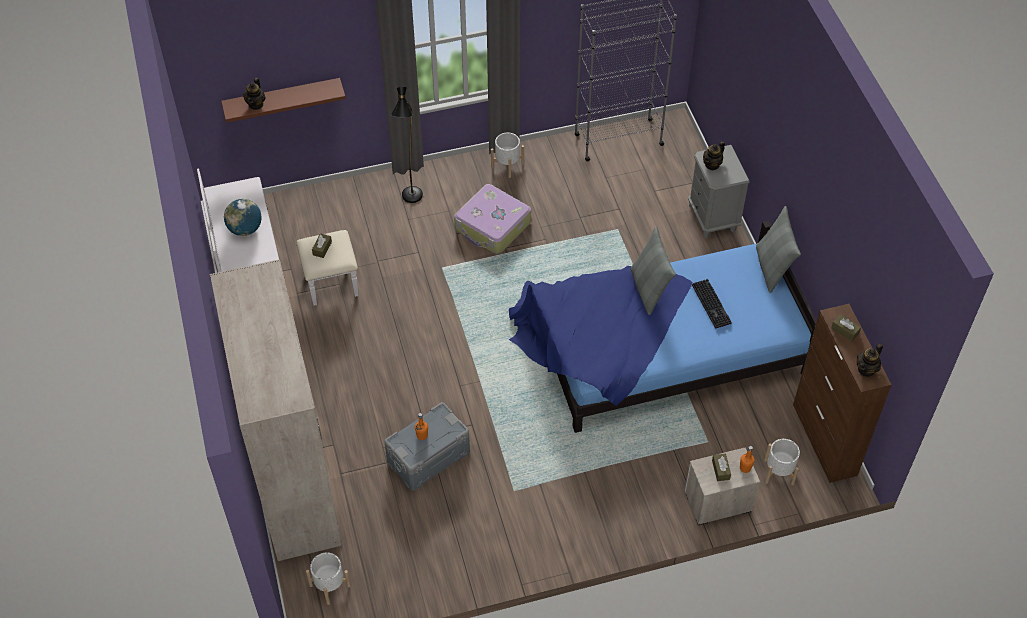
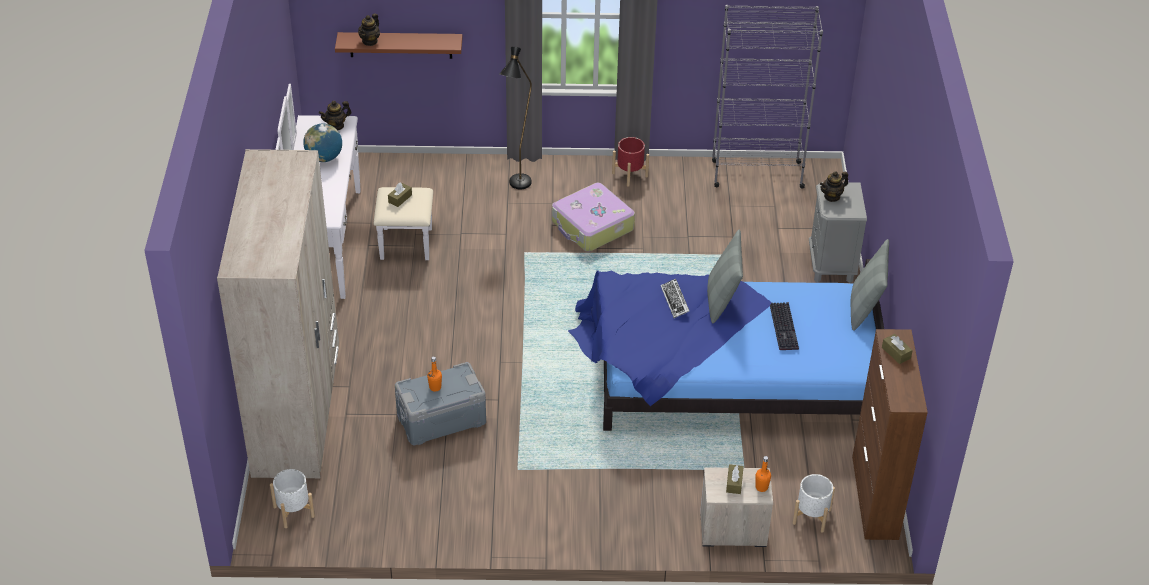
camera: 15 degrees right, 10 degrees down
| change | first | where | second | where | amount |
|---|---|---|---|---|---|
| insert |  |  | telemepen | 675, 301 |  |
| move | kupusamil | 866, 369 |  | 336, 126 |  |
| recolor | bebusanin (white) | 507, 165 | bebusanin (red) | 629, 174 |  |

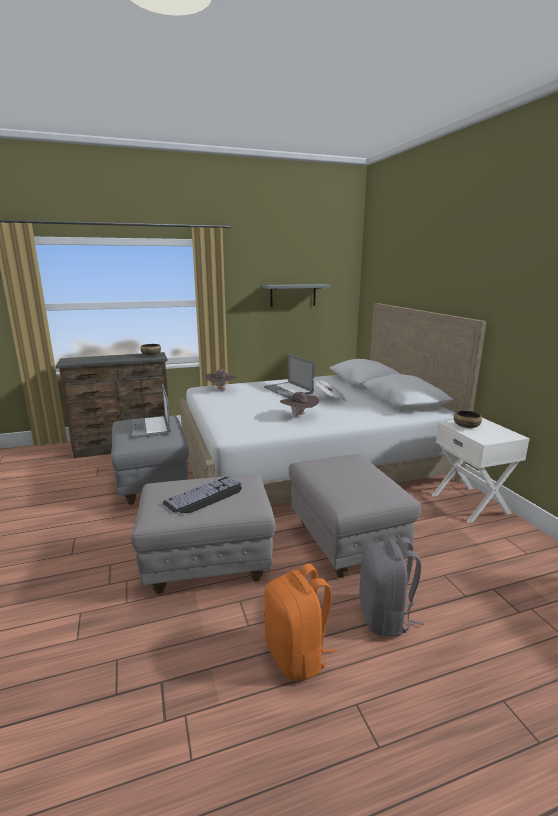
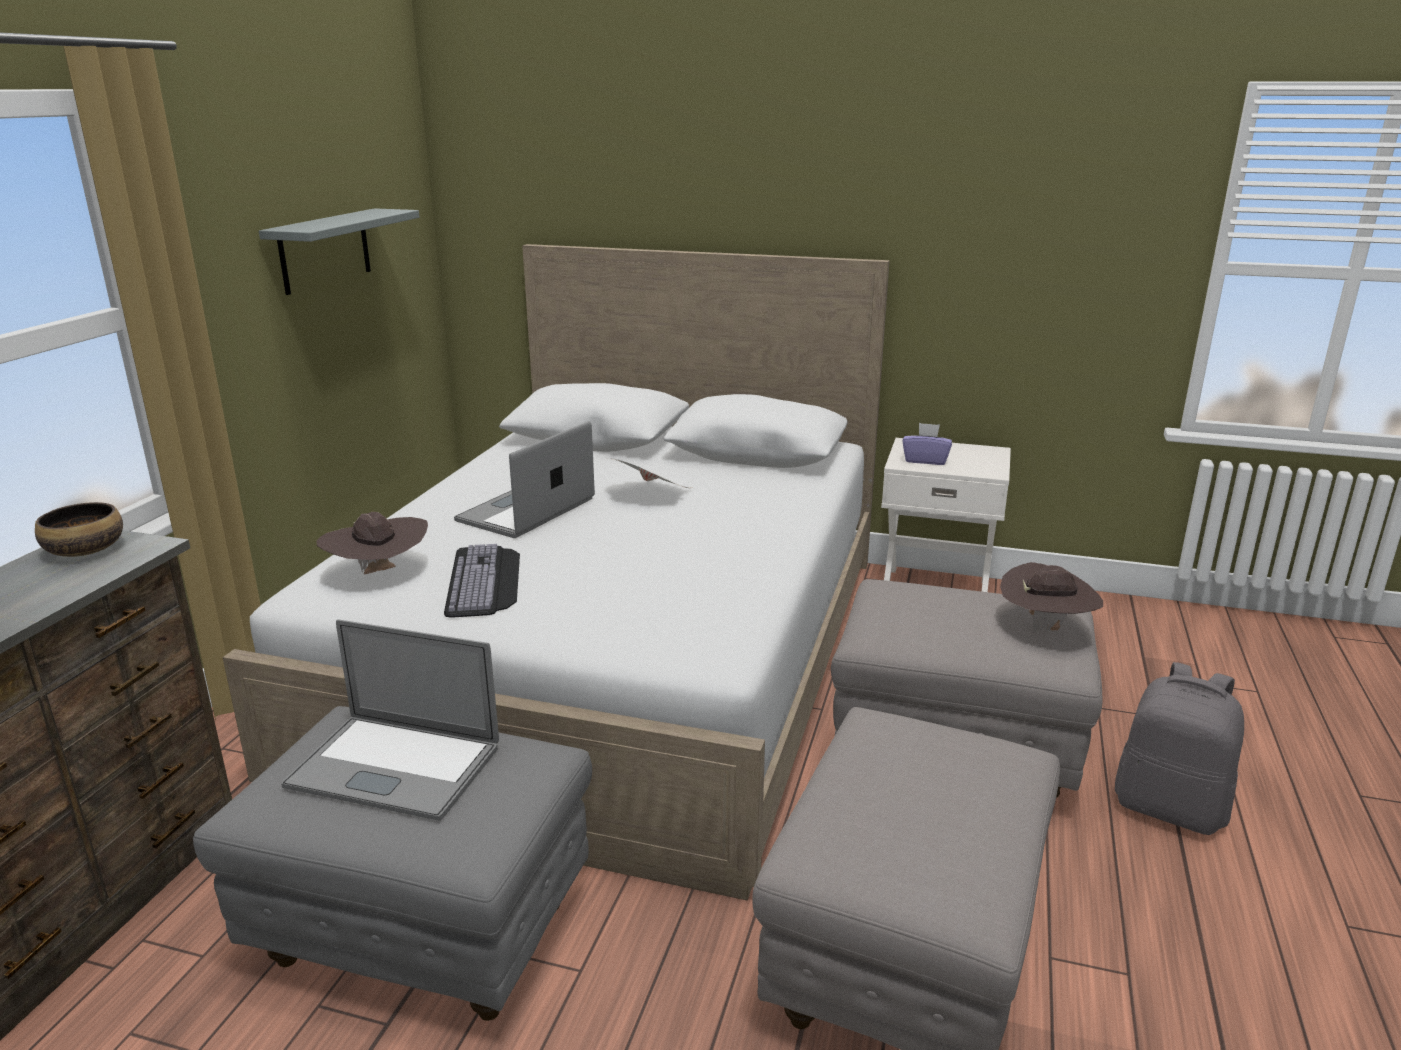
camera: 55 degrees left, 5 degrees up
| change | first | where | second | where | amount |
|---|---|---|---|---|---|
| delete | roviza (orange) | 297, 655 |  |  |  |
| move | telemepen | 206, 496 |  | 486, 581 |  |
| move | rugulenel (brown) | 299, 416 |  | 1045, 627 |  |
| replace | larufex | 466, 426 | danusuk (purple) | 925, 460 |  |
| rotate | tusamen | 288, 390 |  | 526, 510 | 120 degrees clockwise |

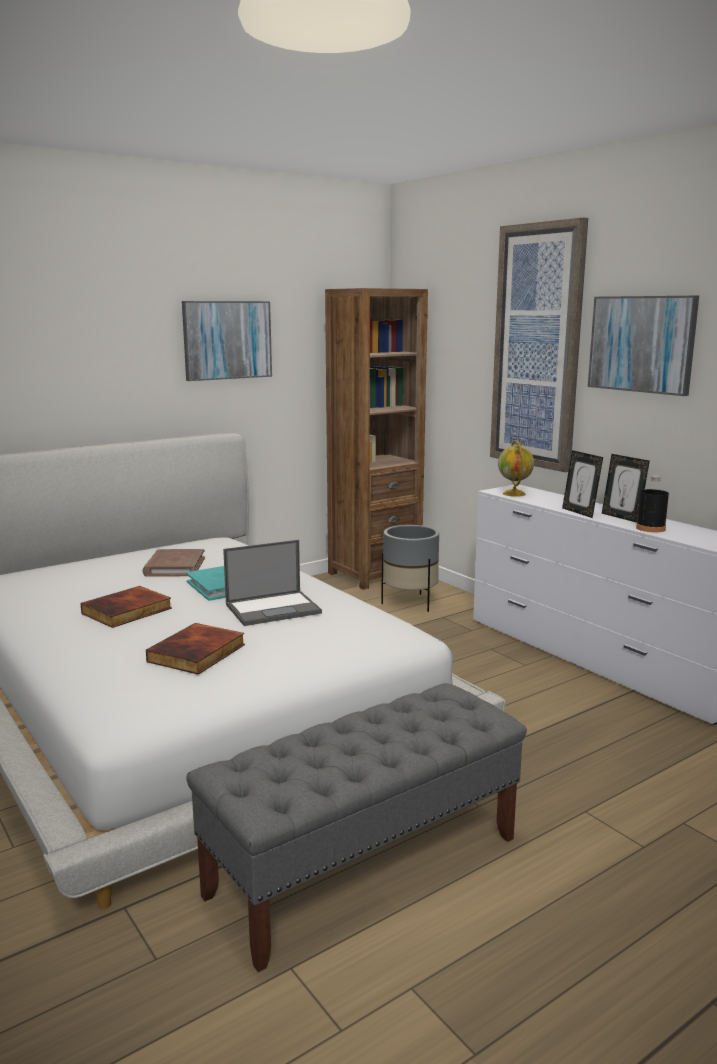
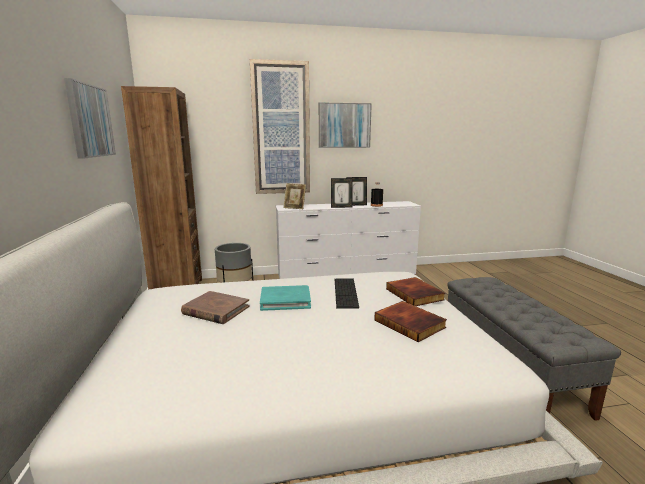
camera: 65 degrees left, 0 degrees up
| change | first | where | second | where | amount |
|---|---|---|---|---|---|
| move | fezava | 127, 611 |  | 415, 294 |  |
| replace | tusamen | 274, 608 | telemepen | 345, 292 |  |
| replace | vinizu | 514, 494 | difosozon | 295, 208 |  |

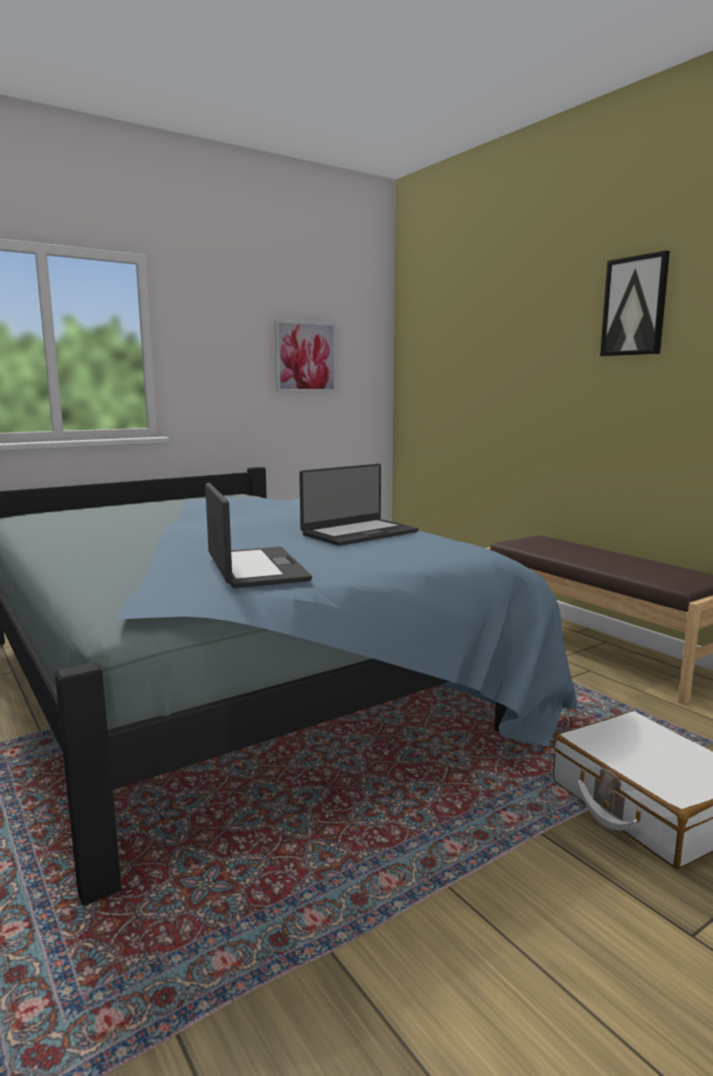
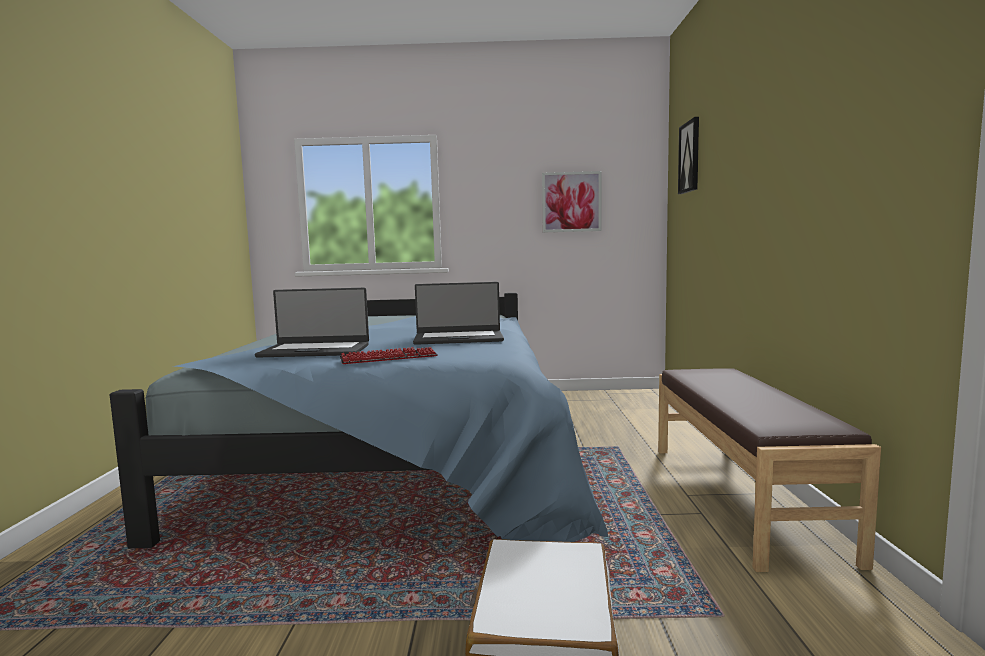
camera: 35 degrees right, 5 degrees down
| change | first | where | second | where | amount |
|---|---|---|---|---|---|
| insert |  |  | telemepen | 389, 358 |  |
| move | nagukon | 634, 306 |  | 690, 157 |  |
| rotate | tusamen | 254, 568 |  | 315, 350 | 75 degrees clockwise |

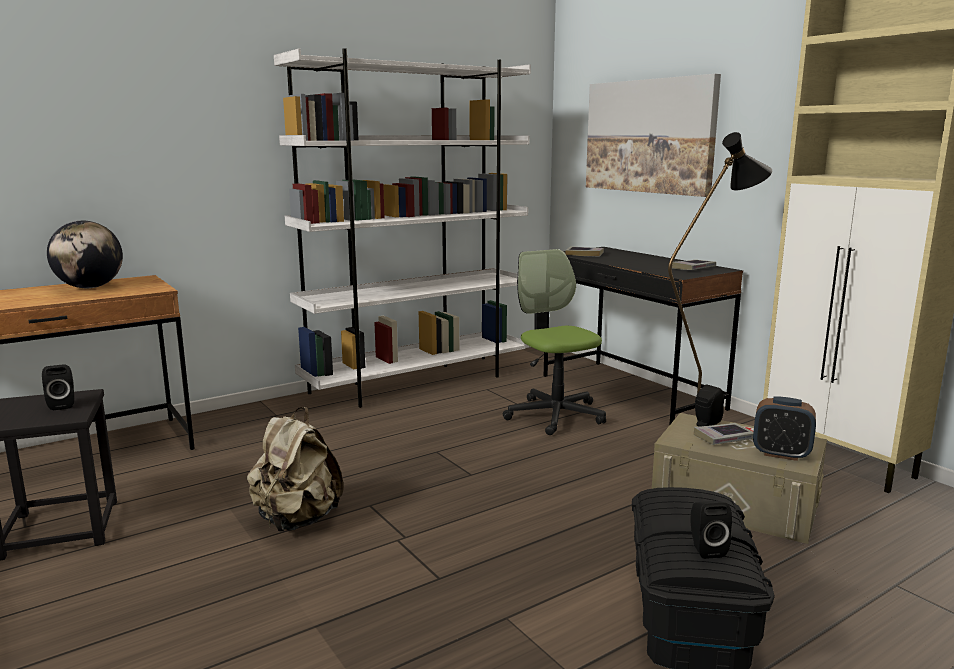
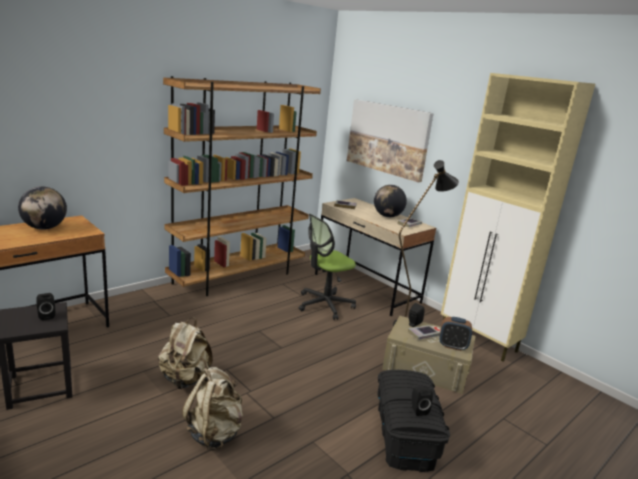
camera: 10 degrees left, 5 degrees up
| change | first | where | second | where | amount |
|---|---|---|---|---|---|
| insert |  |  | roviza (beige) | 215, 433 |  |
| insert |  |  | vinizu | 387, 216 |  |
| recolor | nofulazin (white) | 417, 382 | nofulazin (brown) | 239, 277 |  |
| recolor | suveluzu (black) | 630, 392 | suveluzu (beige) | 366, 288 |  |
| rotate | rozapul | 555, 415 |  | 324, 305 | 90 degrees counterclockwise |

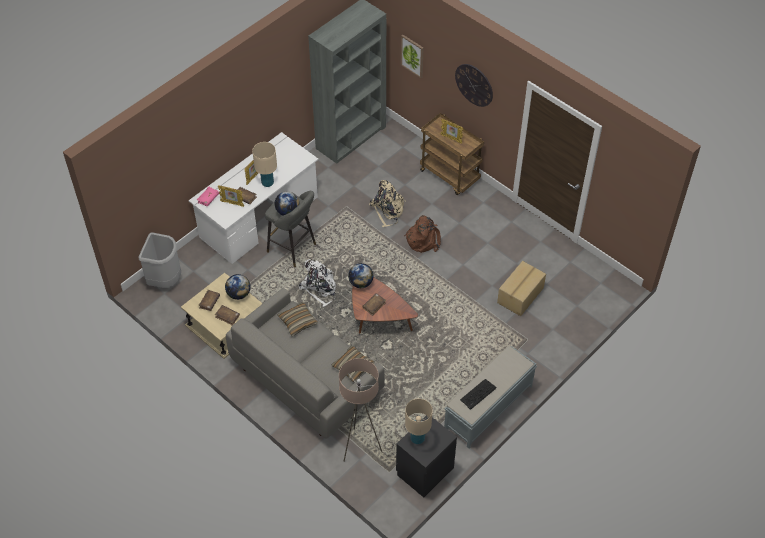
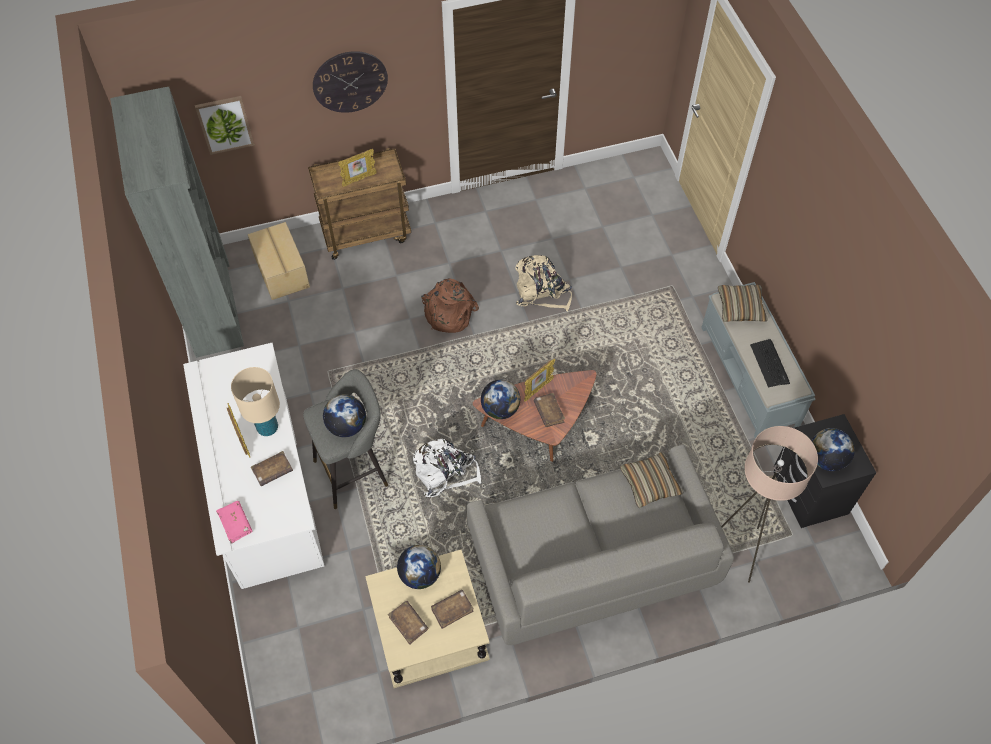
camera: 60 degrees left, 5 degrees up
| change | first | where | second | where | amount |
|---|---|---|---|---|---|
| delete | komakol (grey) | 165, 280 |  |  |  |
| move | difosozon | 232, 203 |  | 538, 390 |  |
| move | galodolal | 298, 322 |  | 740, 307 |  |
| move | roviza (beige) | 388, 210 |  | 542, 292 |  |
| move | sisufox | 521, 295 |  | 282, 270 |  |
| replace | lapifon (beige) | 417, 438 | vinizu | 826, 459 |  |

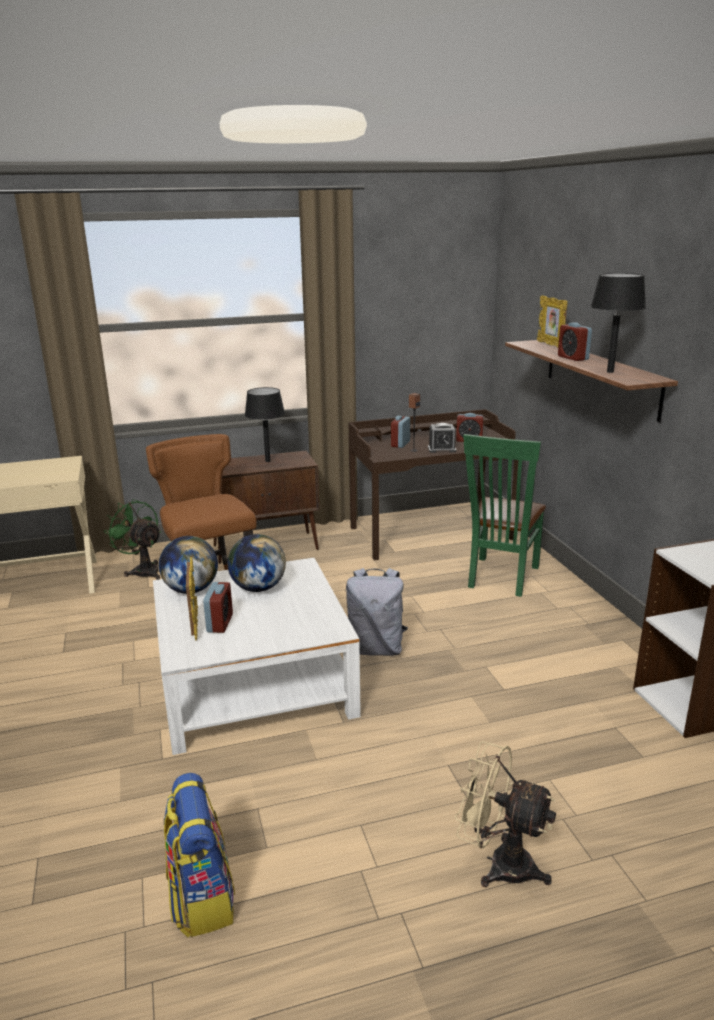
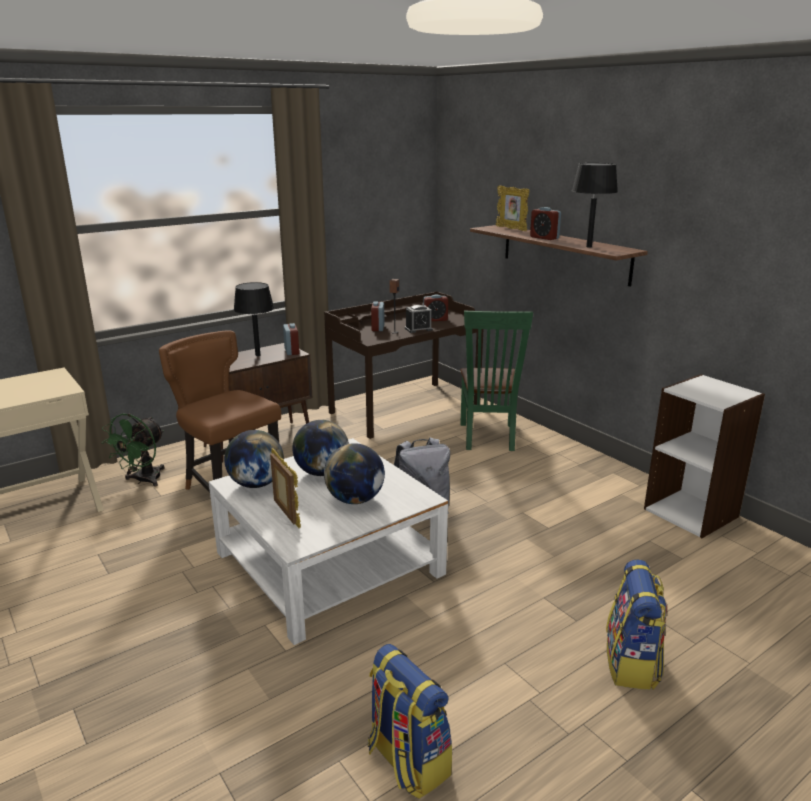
camera: 20 degrees left, 0 degrees up
| change | first | where | second | where | amount |
|---|---|---|---|---|---|
| insert |  |  | vinizu | 355, 500 |  |
| move | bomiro | 220, 623 |  | 291, 351 |  |
| replace | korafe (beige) | 499, 863 | roviza | 632, 664 |  |
| rotate | korafe (green) | 142, 570 |  | 143, 480 | 90 degrees counterclockwise |

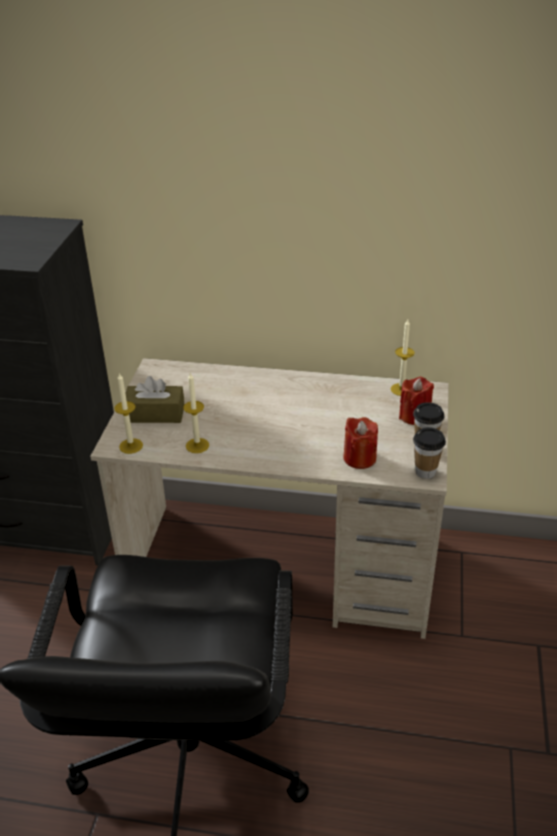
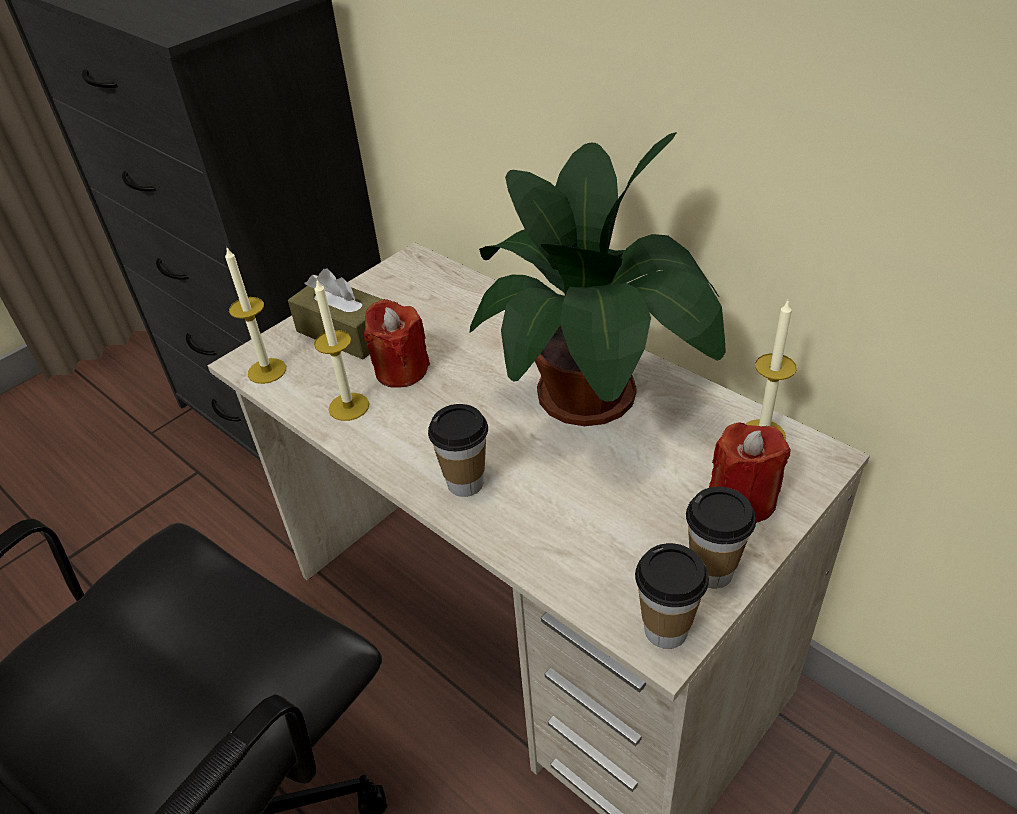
camera: 35 degrees right, 5 degrees up
| change | first | where | second | where | amount |
|---|---|---|---|---|---|
| insert |  |  | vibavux | 465, 483 |  |
| insert |  |  | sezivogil | 593, 396 |  |
| move | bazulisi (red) | 359, 458 |  | 401, 370 |  |

